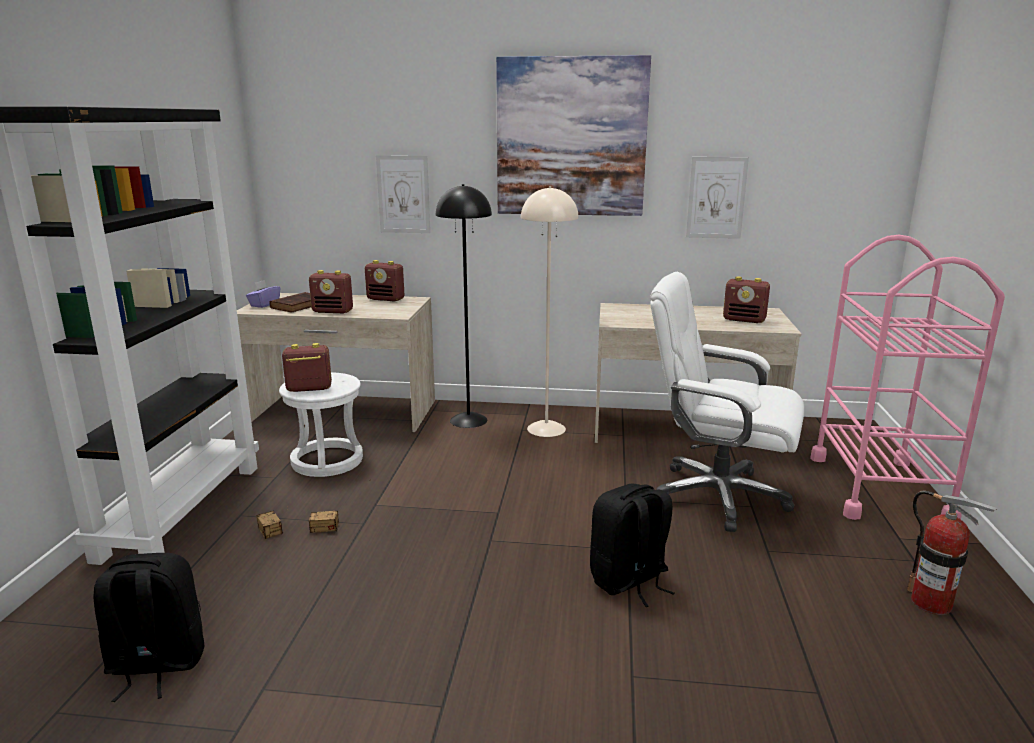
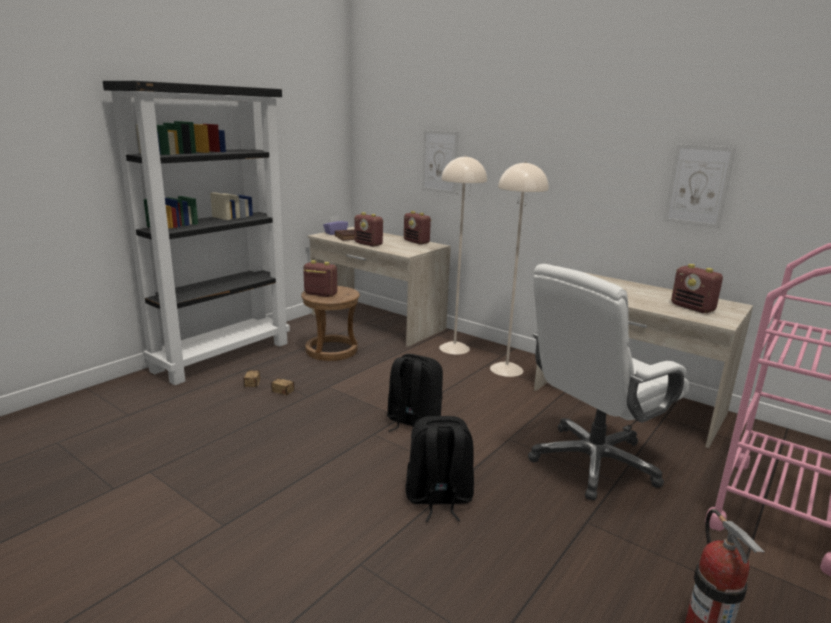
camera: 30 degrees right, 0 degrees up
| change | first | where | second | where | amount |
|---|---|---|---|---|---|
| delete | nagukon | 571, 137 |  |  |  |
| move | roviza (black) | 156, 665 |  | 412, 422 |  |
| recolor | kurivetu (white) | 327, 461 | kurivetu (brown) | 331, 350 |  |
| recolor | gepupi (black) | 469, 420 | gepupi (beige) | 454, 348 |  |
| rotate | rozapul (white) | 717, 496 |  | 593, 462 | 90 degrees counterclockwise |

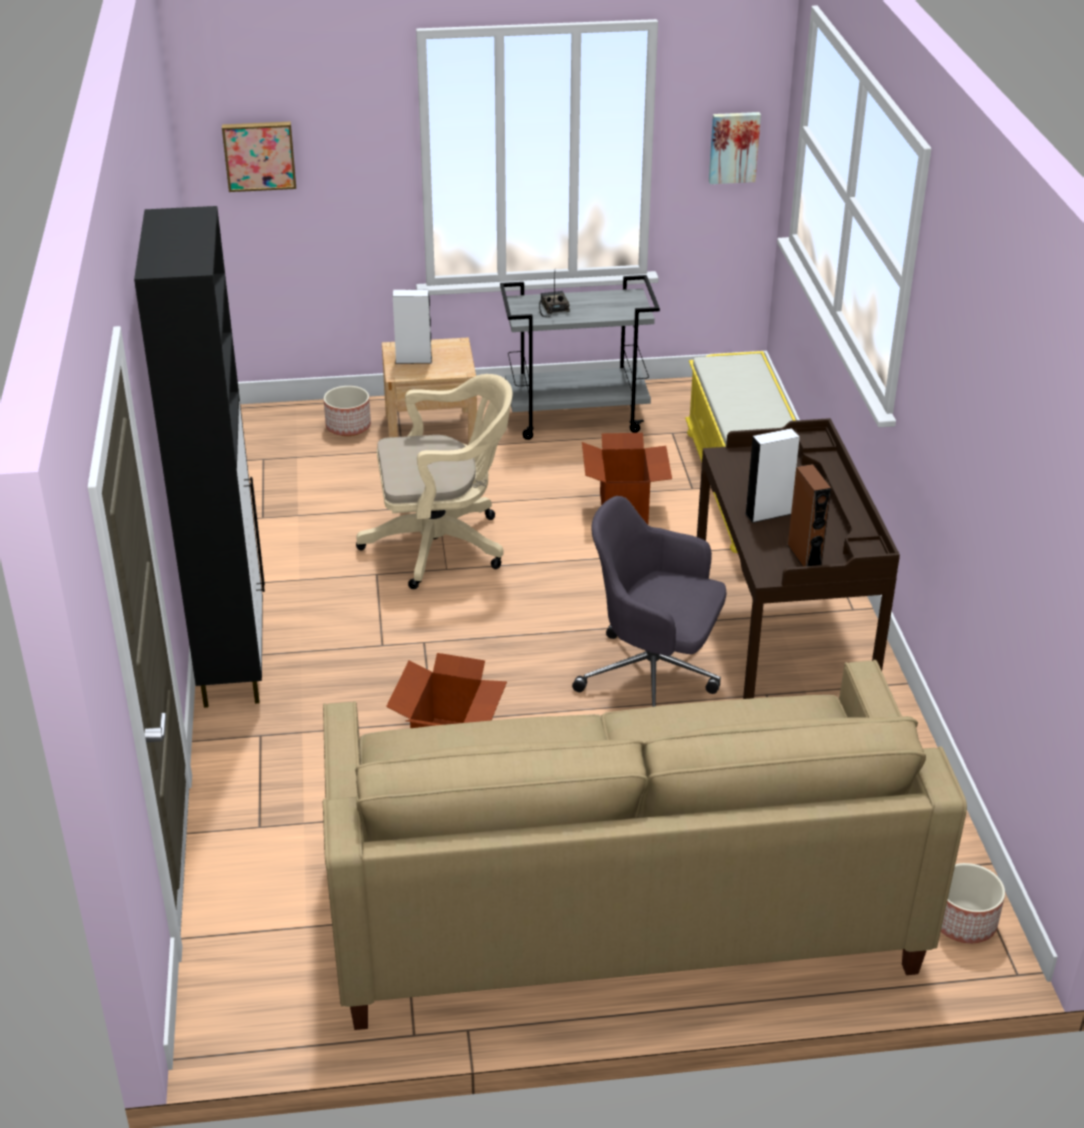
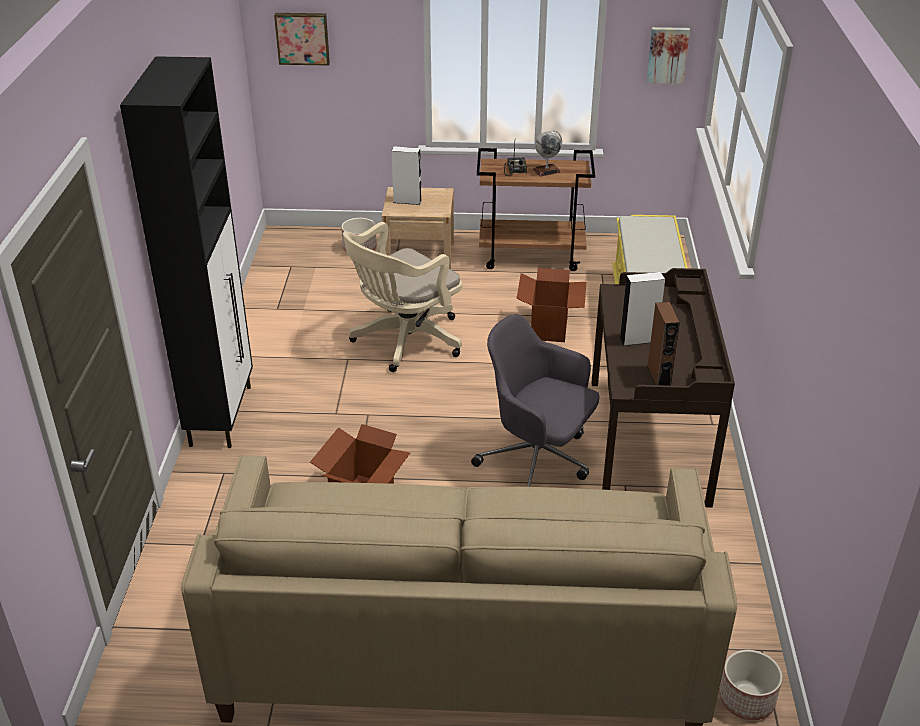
camera: 10 degrees right, 0 degrees up
| change | first | where | second | where | amount |
|---|---|---|---|---|---|
| insert |  |  | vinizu | 547, 171 |  |
| recolor | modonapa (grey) | 577, 417 | modonapa (brown) | 532, 256 |  |
| rotate | rozapul (beige) | 443, 545 |  | 403, 342 | 135 degrees clockwise |

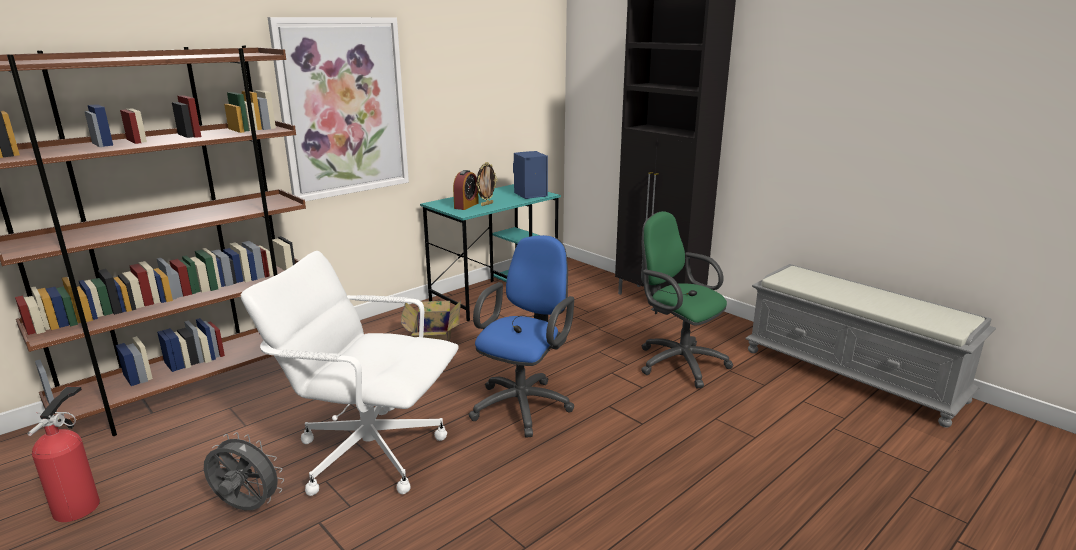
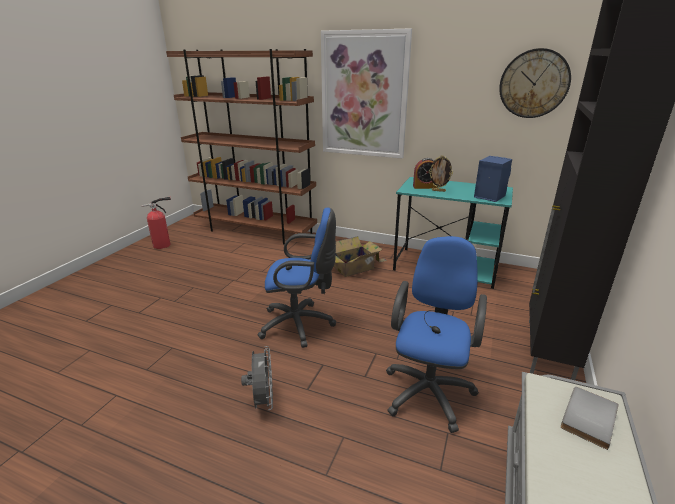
camera: 65 degrees right, 5 degrees up
| change | first | where | second | where | amount |
|---|---|---|---|---|---|
| delete | rozapul (white) | 369, 452 |  |  |  |
| insert |  |  | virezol | 534, 84 |  |
| insert |  |  | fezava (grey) | 586, 417 |  |
| move | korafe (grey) | 246, 508 |  | 262, 401 |  |
| recolor | rozapul (green) | 677, 362 | rozapul (blue) | 429, 389 |  |

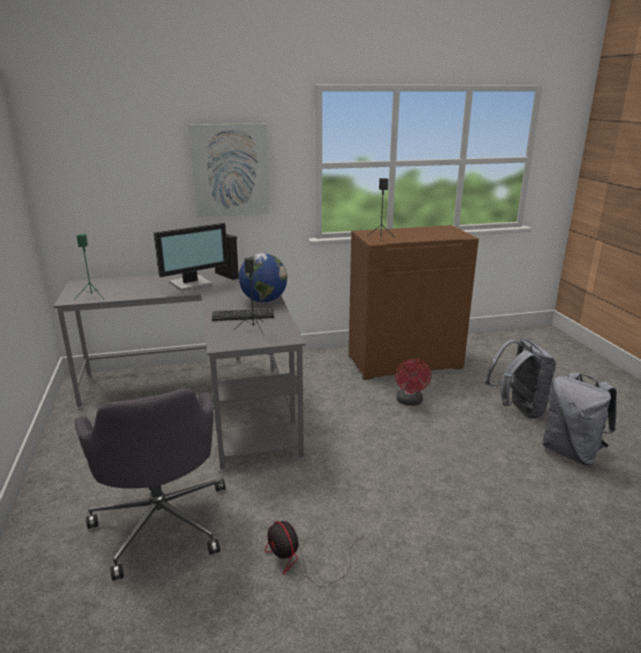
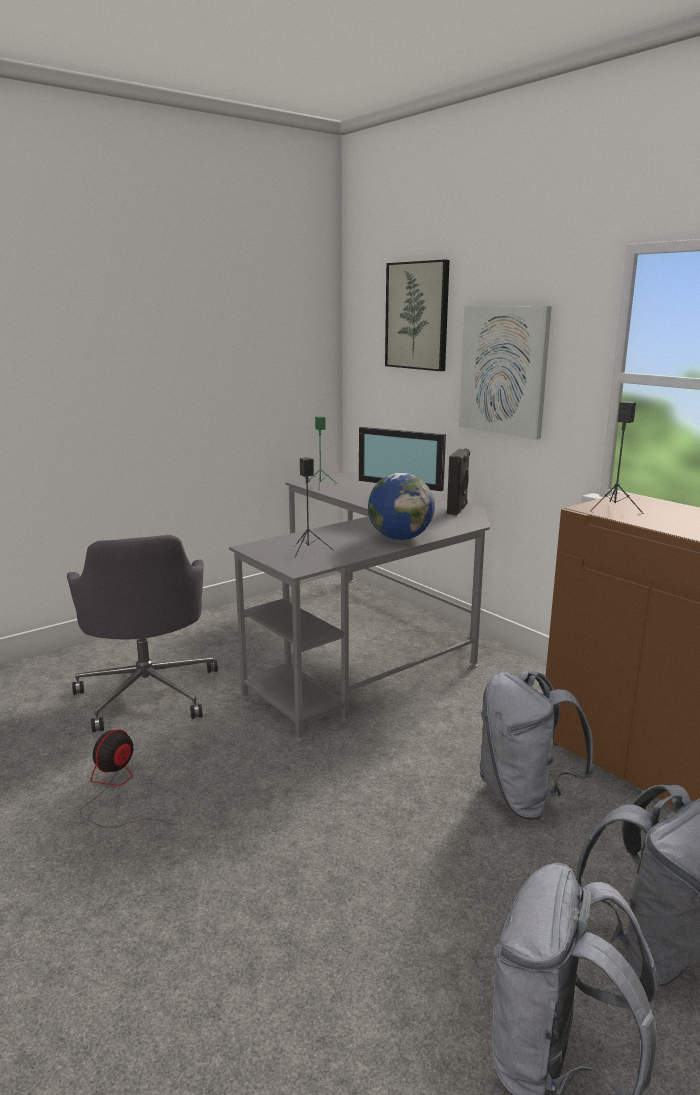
camera: 65 degrees right, 5 degrees down
| change | first | where | second | where | amount |
|---|---|---|---|---|---|
| delete | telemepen | 243, 315 |  |  |  |
| insert |  |  | nagukon | 417, 316 |  |
| replace | korafe (red) | 410, 402 | roviza (grey) | 524, 797 |  |
| rotate | rozapul (grey) | 162, 521 |  | 148, 693 | 60 degrees counterclockwise |

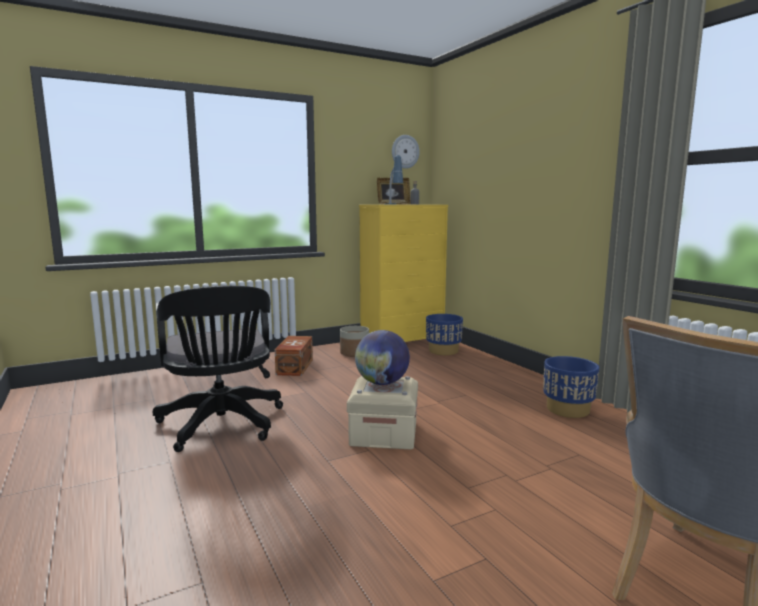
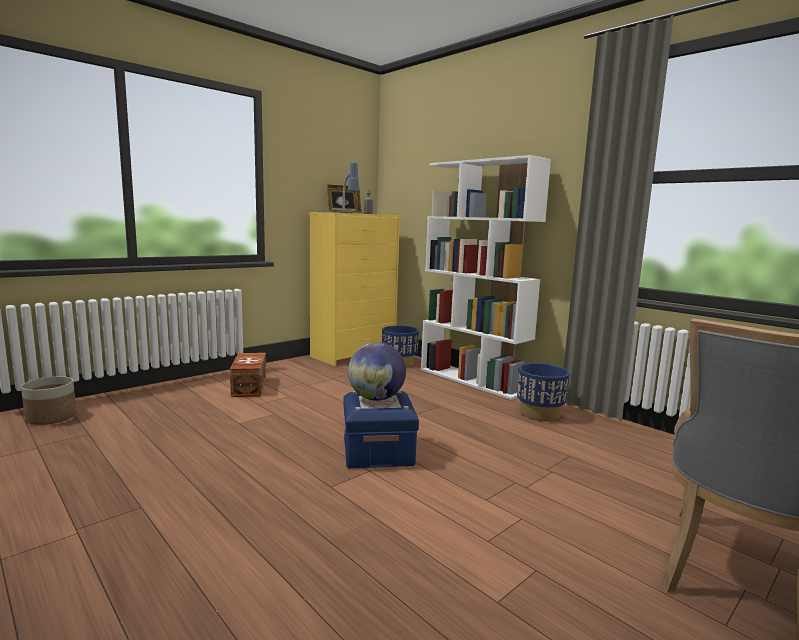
camera: 15 degrees left, 0 degrees up
| change | first | where | second | where | amount |
|---|---|---|---|---|---|
| delete | rozapul (black) | 222, 426 |  |  |  |
| delete | virezol | 405, 151 |  |  |  |
| insert |  |  | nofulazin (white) | 473, 380 |  |
| move | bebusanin | 354, 353 |  | 51, 417 |  |
| recolor | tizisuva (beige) | 384, 434 | tizisuva (blue) | 378, 452 |  |

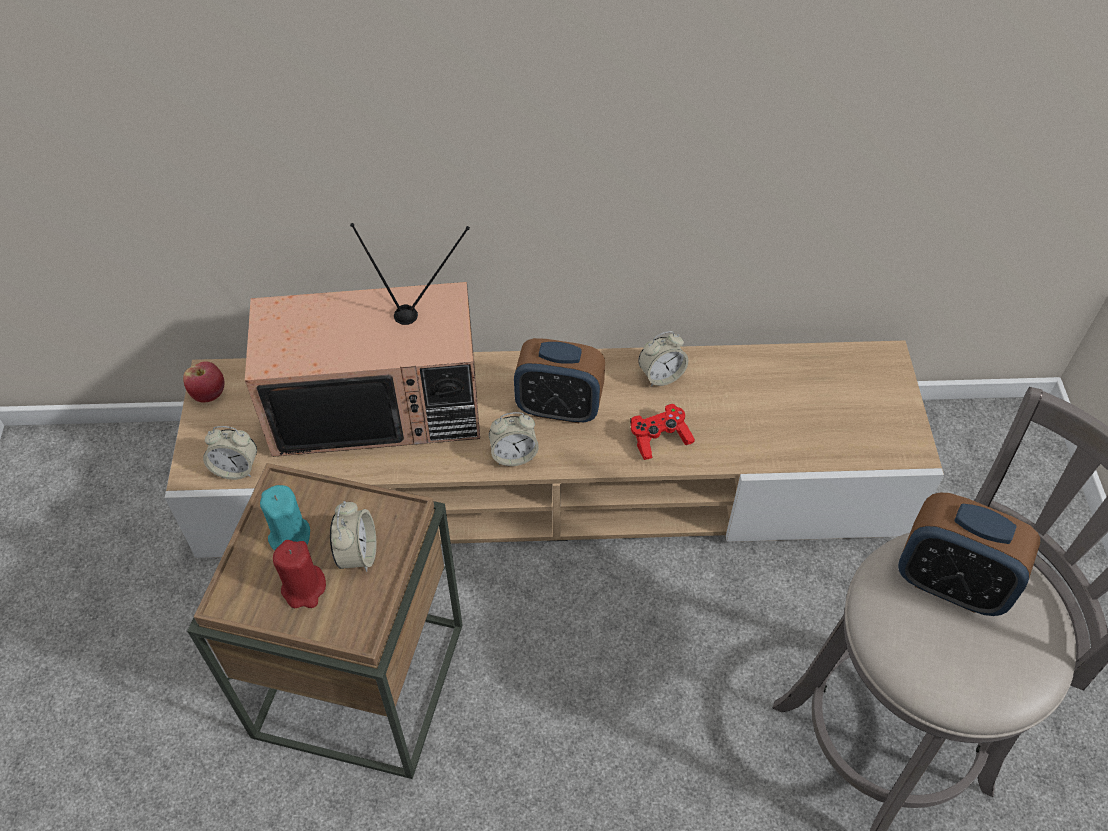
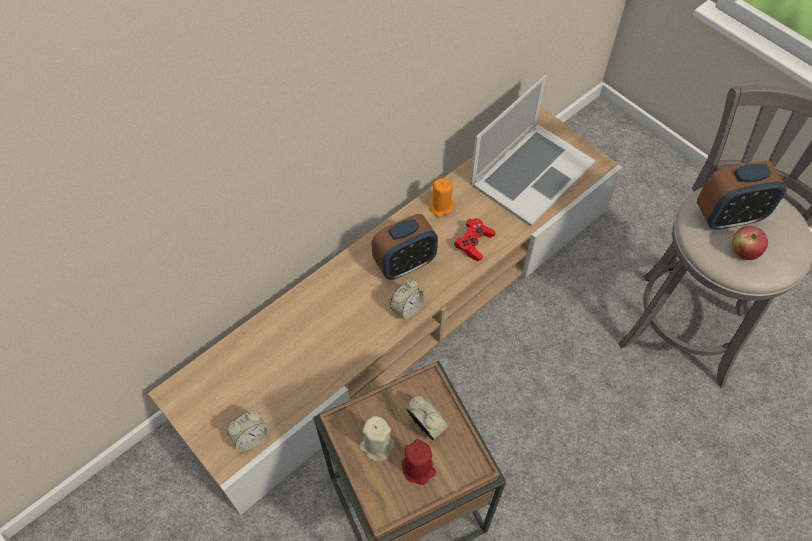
camera: 40 degrees left, 5 degrees up
| change | first | where | second | where | amount |
|---|---|---|---|---|---|
| delete | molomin | 379, 404 |  |  |  |
| insert |  |  | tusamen | 531, 173 |  |
| move | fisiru | 209, 394 |  | 743, 252 |  |
| replace | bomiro | 661, 375 | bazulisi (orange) | 441, 207 |  |
| recolor | bazulisi (turquoise) | 289, 535 | bazulisi (beige) | 377, 446 |  |

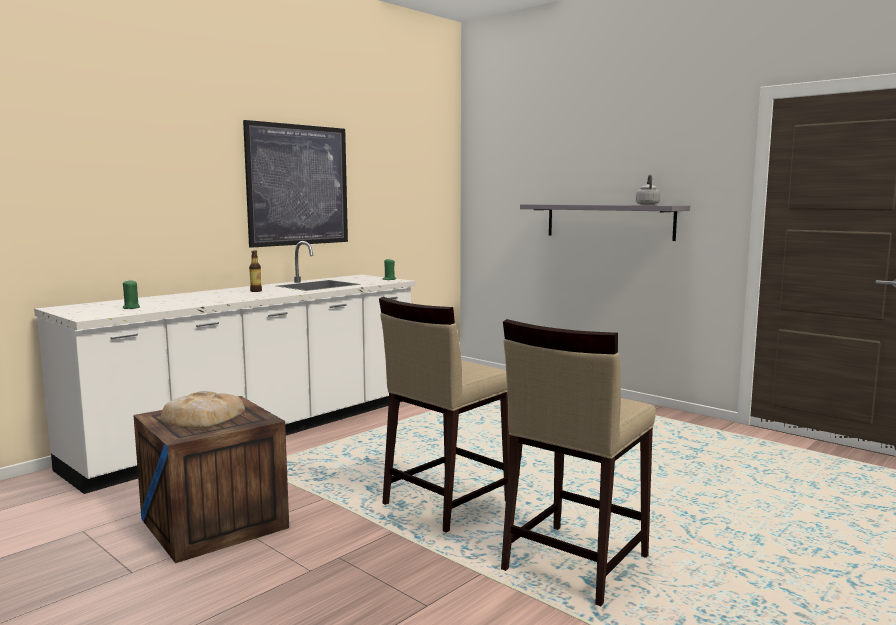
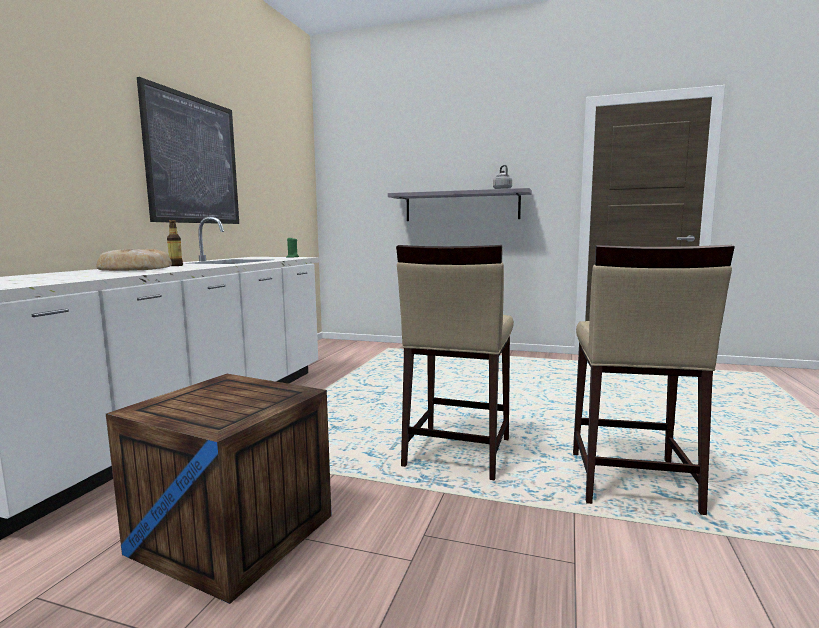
camera: 25 degrees left, 0 degrees up
| change | first | where | second | where | amount |
|---|---|---|---|---|---|
| delete | bazulisi (green) | 131, 308 |  |  |  |
| move | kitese | 201, 418 |  | 134, 269 |  |

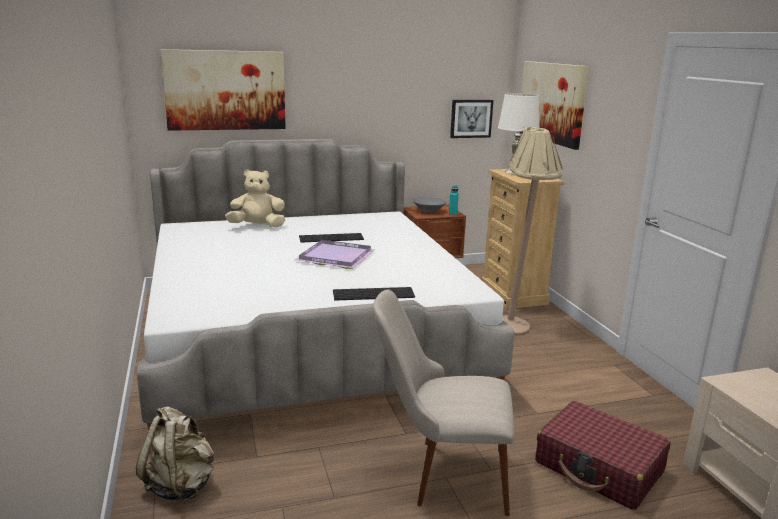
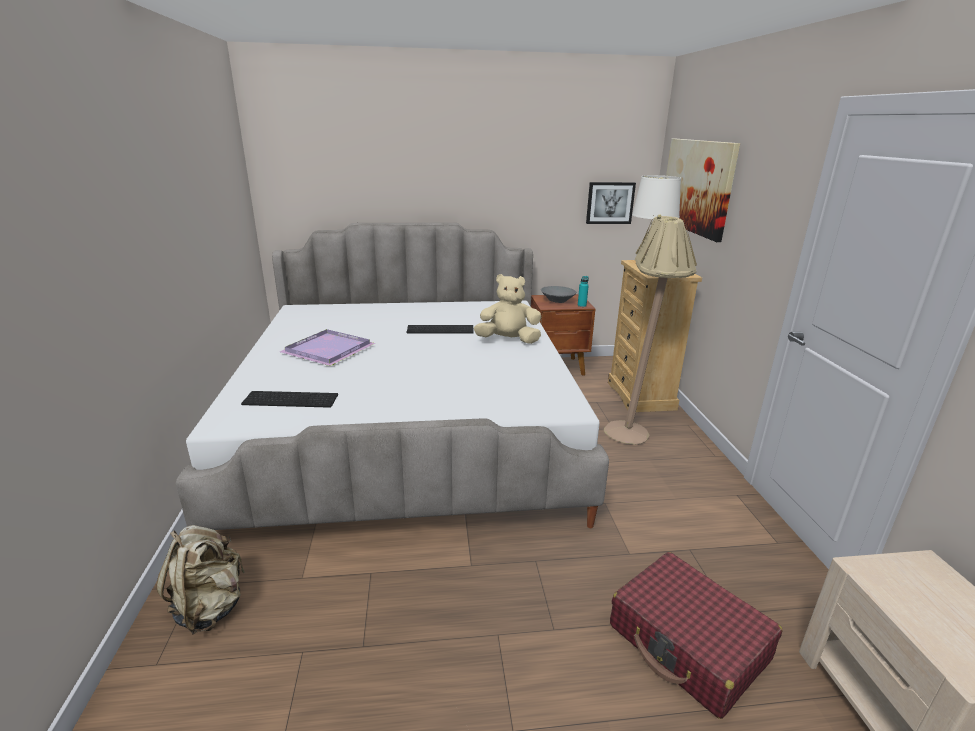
camera: 10 degrees right, 5 degrees up
| change | first | where | second | where | amount |
|---|---|---|---|---|---|
| delete | nagukon | 225, 90 |  |  |  |
| delete | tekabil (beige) | 441, 474 |  |  |  |
| move | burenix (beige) | 257, 226 |  | 508, 340 |  |
| move | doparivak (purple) | 336, 257 |  | 328, 351 |  |
| move | telemepen | 374, 293 |  | 292, 399 |  |

